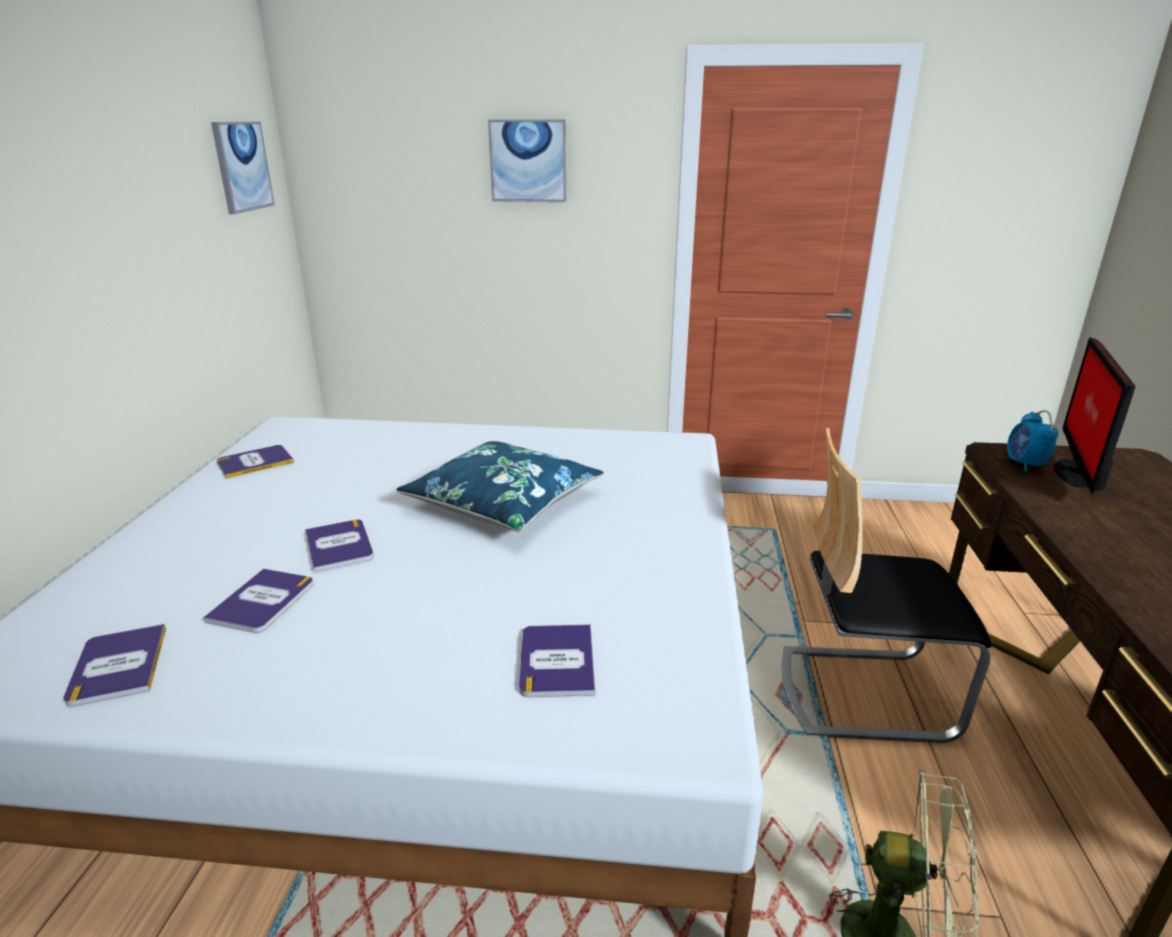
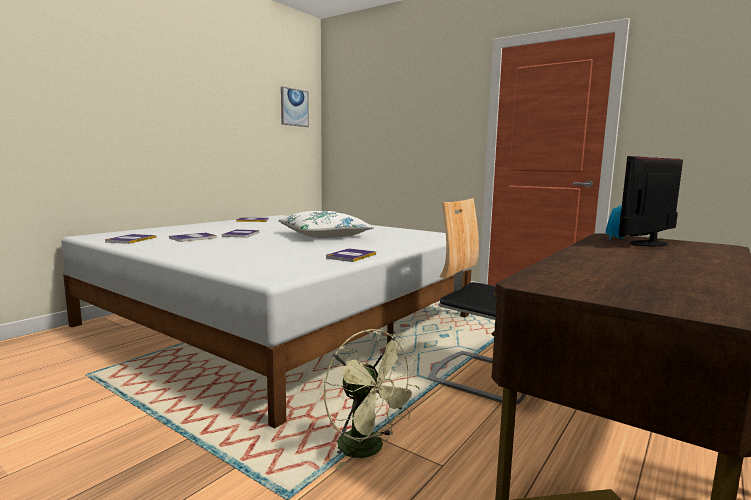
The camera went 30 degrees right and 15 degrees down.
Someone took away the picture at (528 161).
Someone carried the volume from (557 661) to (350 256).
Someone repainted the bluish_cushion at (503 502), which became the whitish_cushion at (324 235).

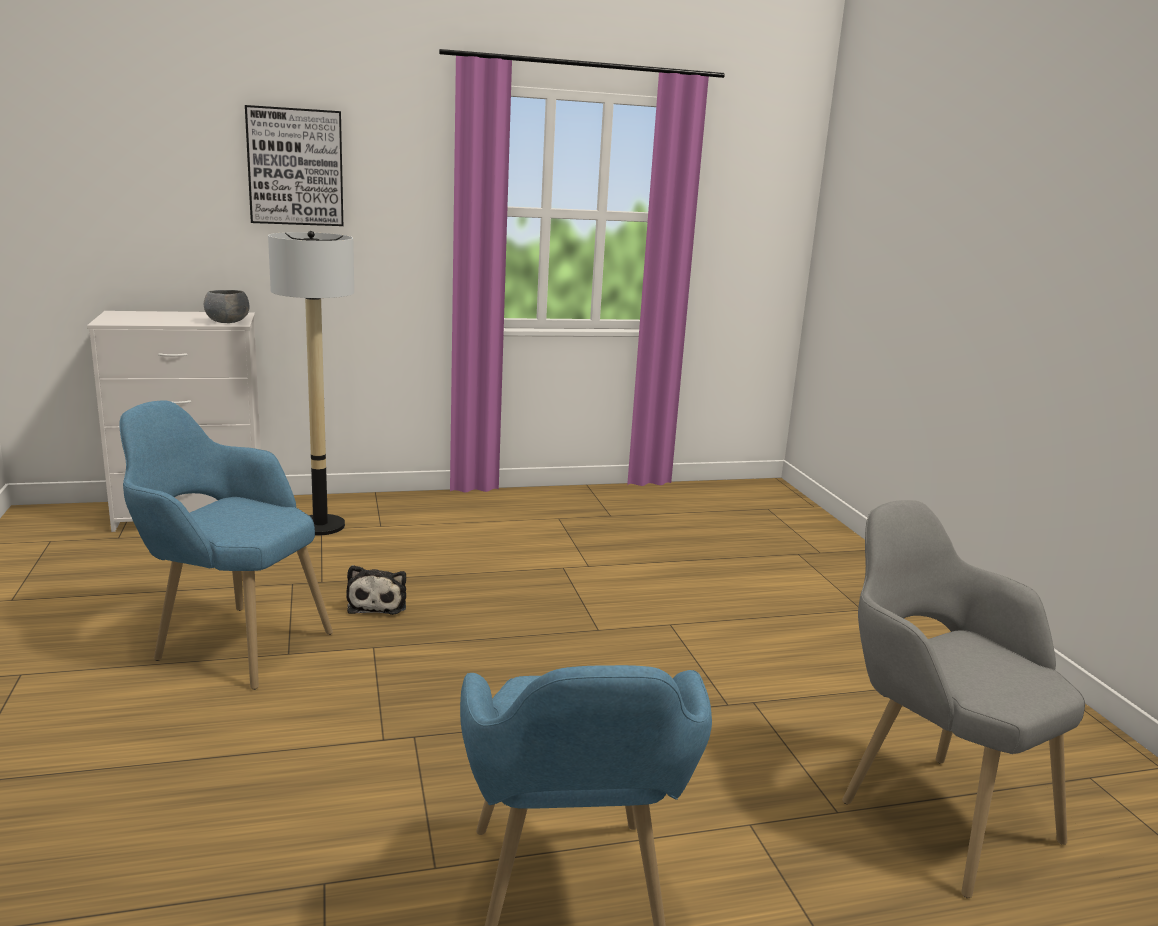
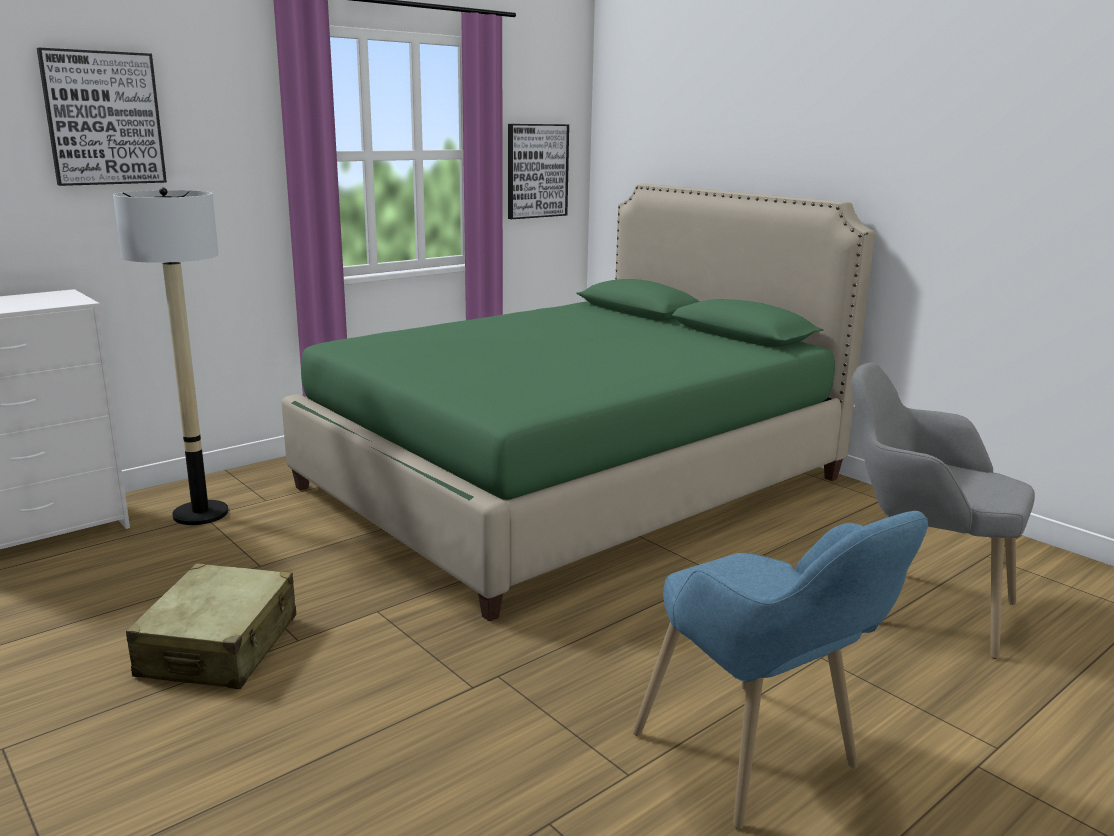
The camera went 25 degrees left and 0 degrees up.
Someone took away the gray_bowl at (228 322).
Someone took away the soft_toy at (378 603).
Someone put down the greenish_sleeping_bed at (573 483).
Someone put up the picture at (536 171).
Someone swapped the bluish_easy_chair at (228 641) for the beige_travel_case at (220 646).

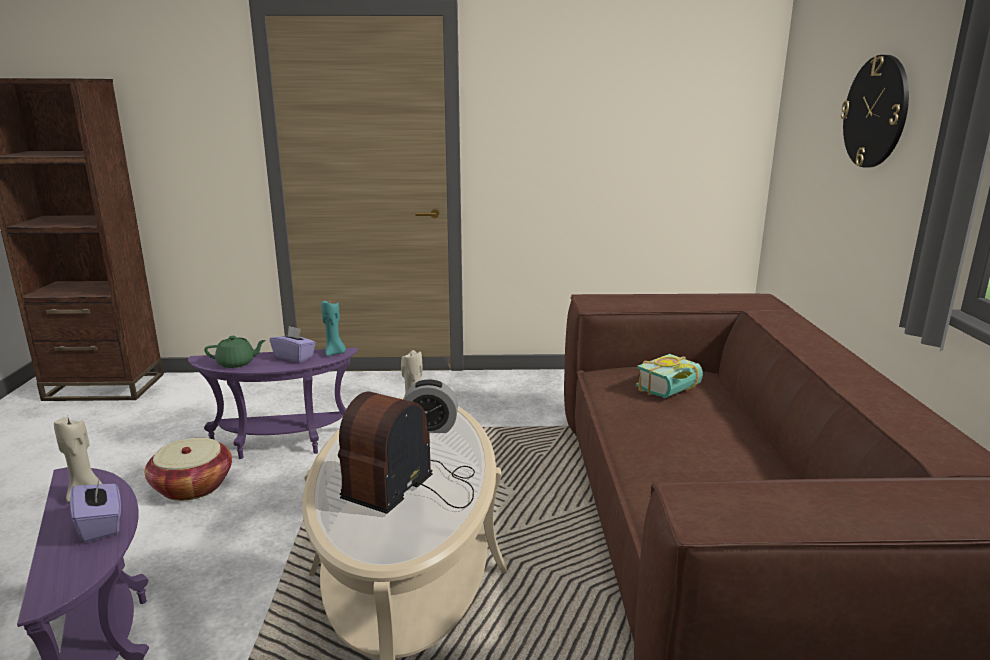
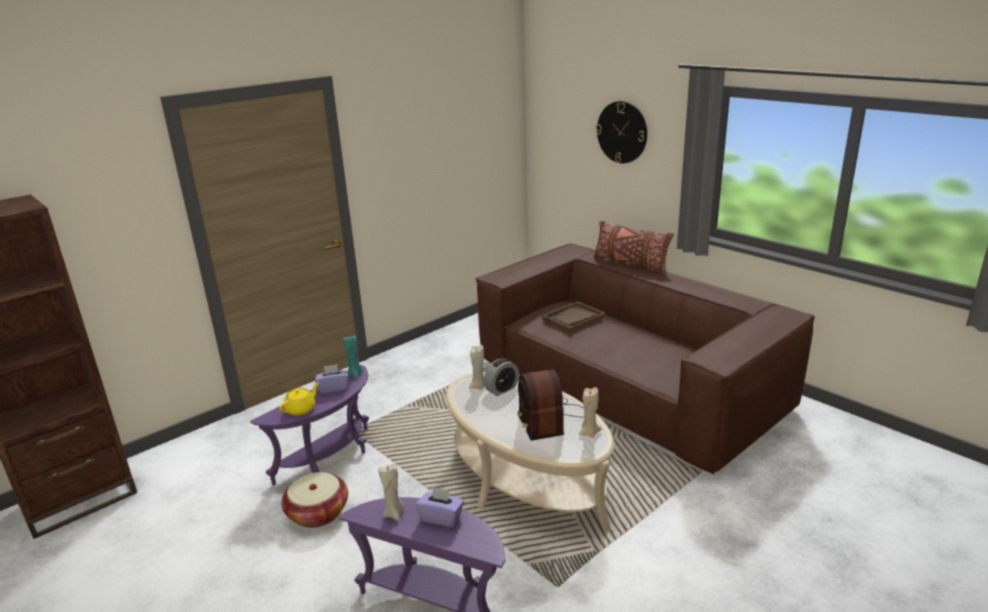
The camera went 40 degrees left and 5 degrees up.
Someone put down the beige_wax_candle at (589 433).
Someone put down the brownish_cushion at (630 263).
Someone swapped the volume at (673 391) for the brownish_serving_tray at (573 318).
Someone repainted the greenish_teapot at (237 363), which became the yellow_teapot at (301 409).

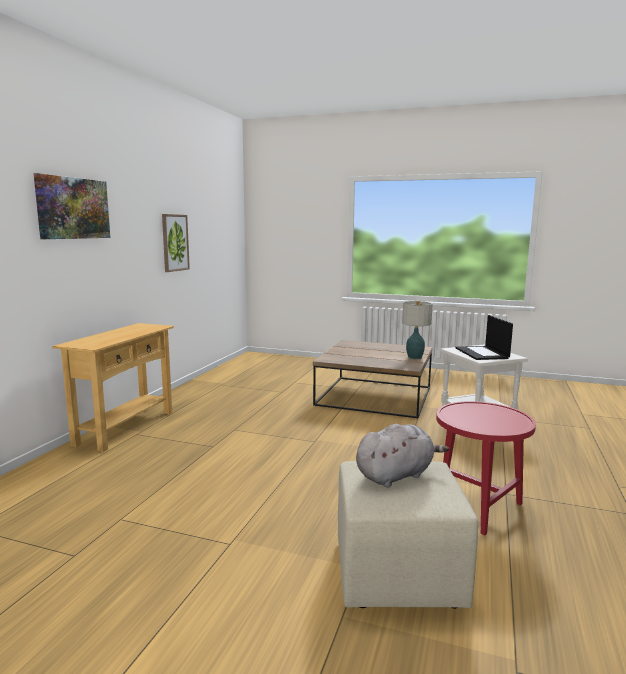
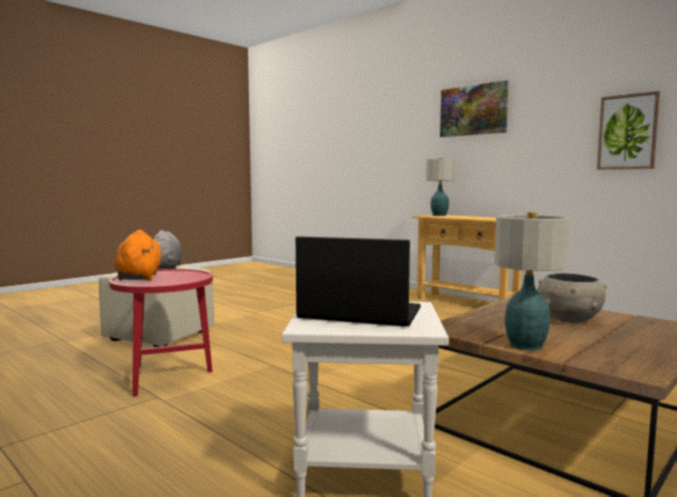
The camera went 115 degrees right and 5 degrees down.
Someone put down the orangey_soft_toy at (139 277).
Someone put down the table_lamp at (439 215).
Someone put down the gray_bowl at (568 319).

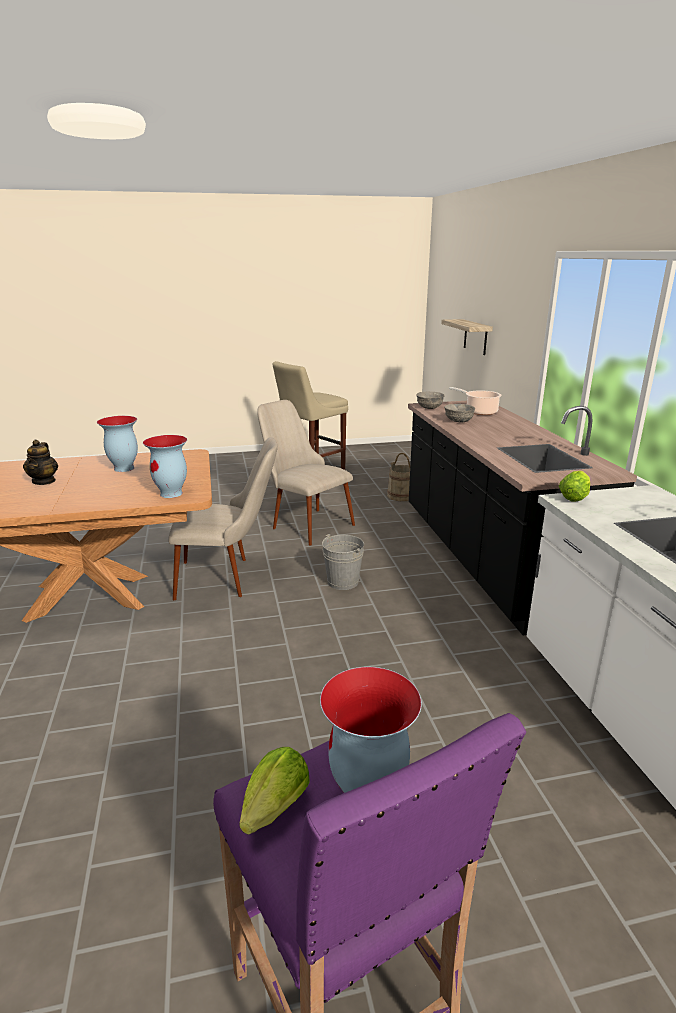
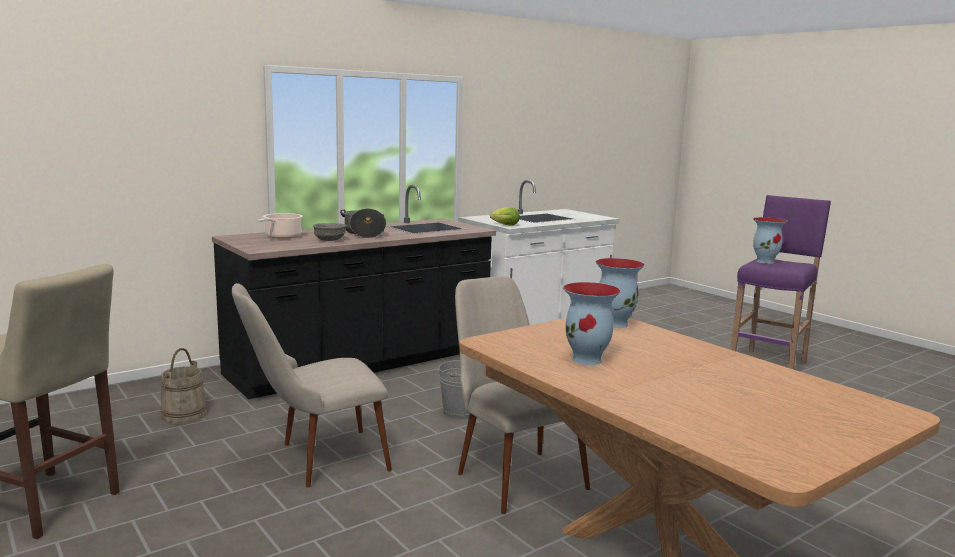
The camera went 115 degrees left and 10 degrees down.
Someone took away the teapot at (44 481).
Someone took away the lettuce at (272 812).
Someone took away the gray_bowl at (430 407).
Someone took away the bracket_shelf at (475 337).
Someone put down the stockpot at (363 233).
Someone rotated the beige_upright_chair at (304 522) by 45 degrees clockwise.

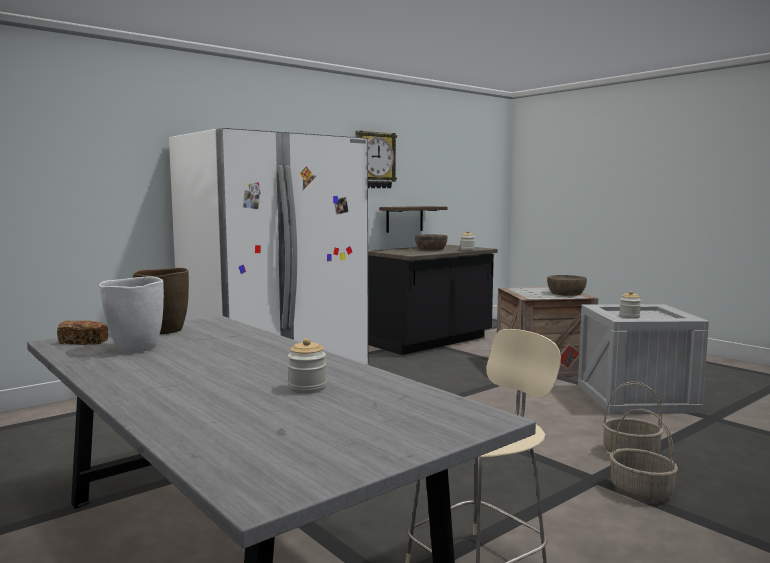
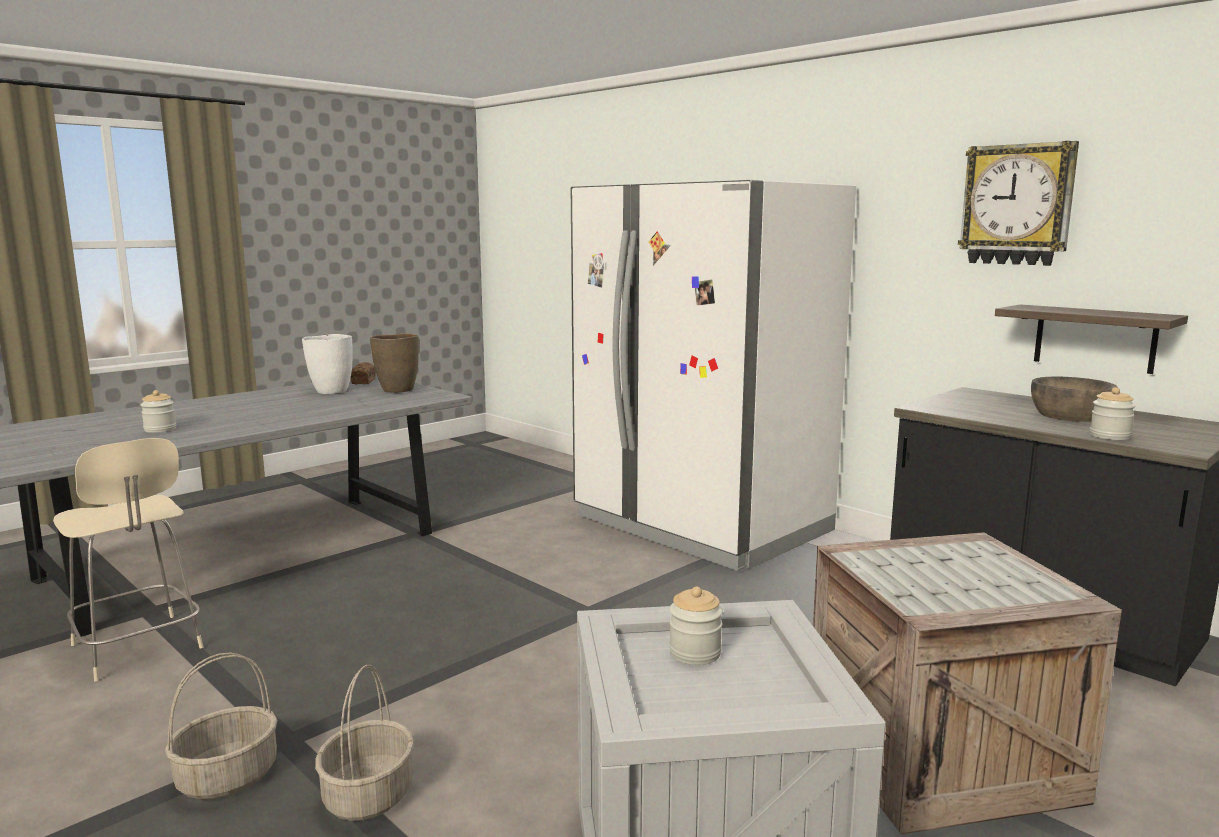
The camera went 85 degrees right and 5 degrees up.
Someone took away the brownish_bowl at (566 293).

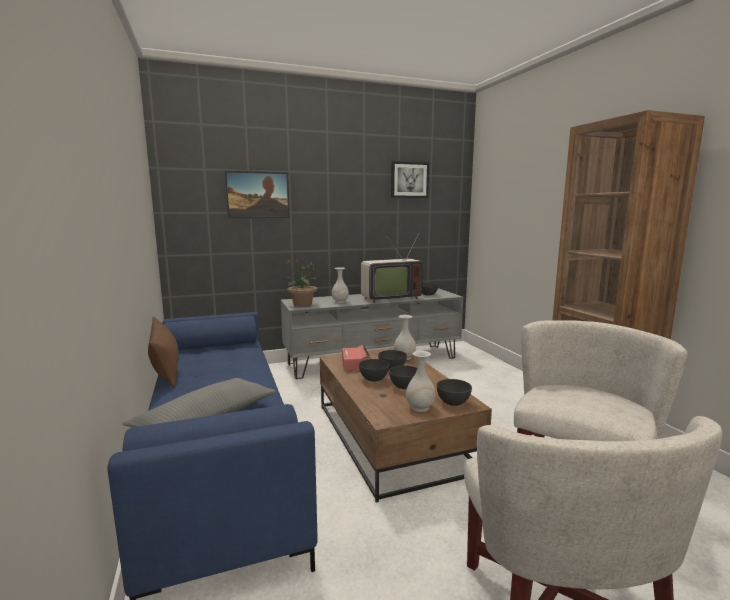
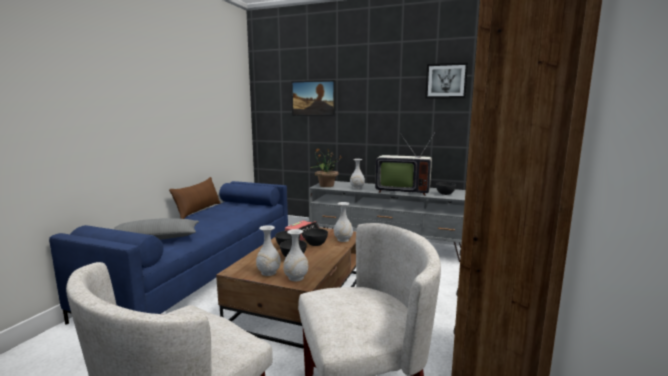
The camera went 40 degrees right and 0 degrees up.
Someone swapped the gray_bowl at (453 403) for the whitish_decorative_vase at (296 278).

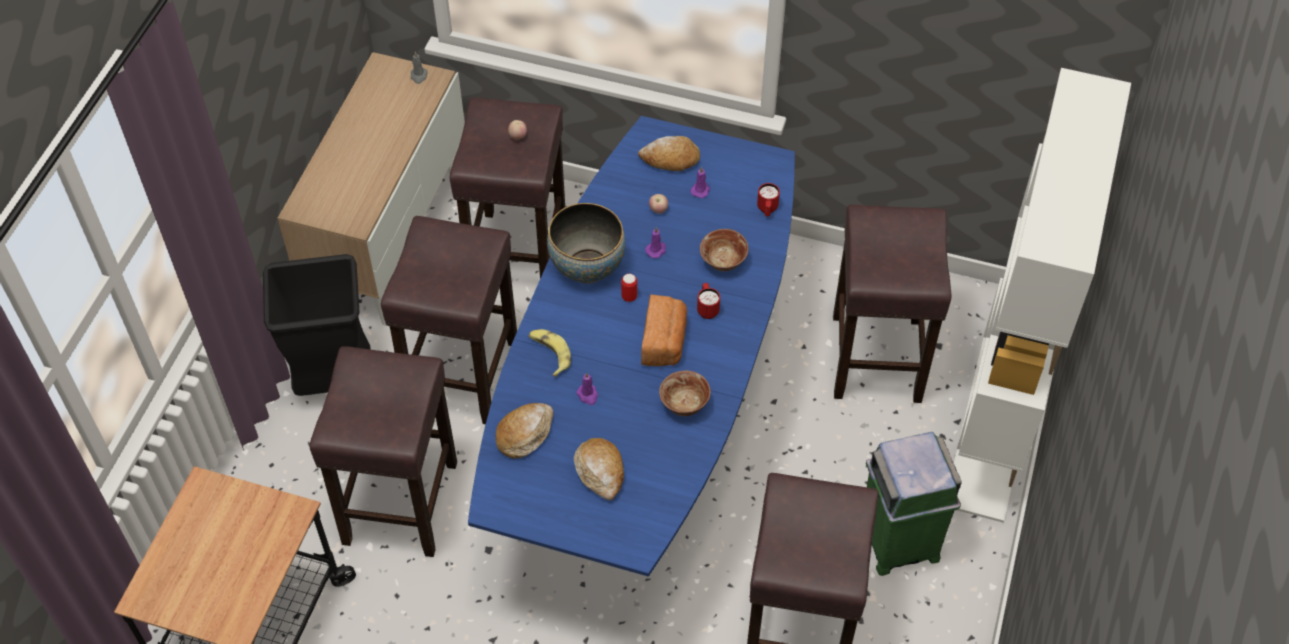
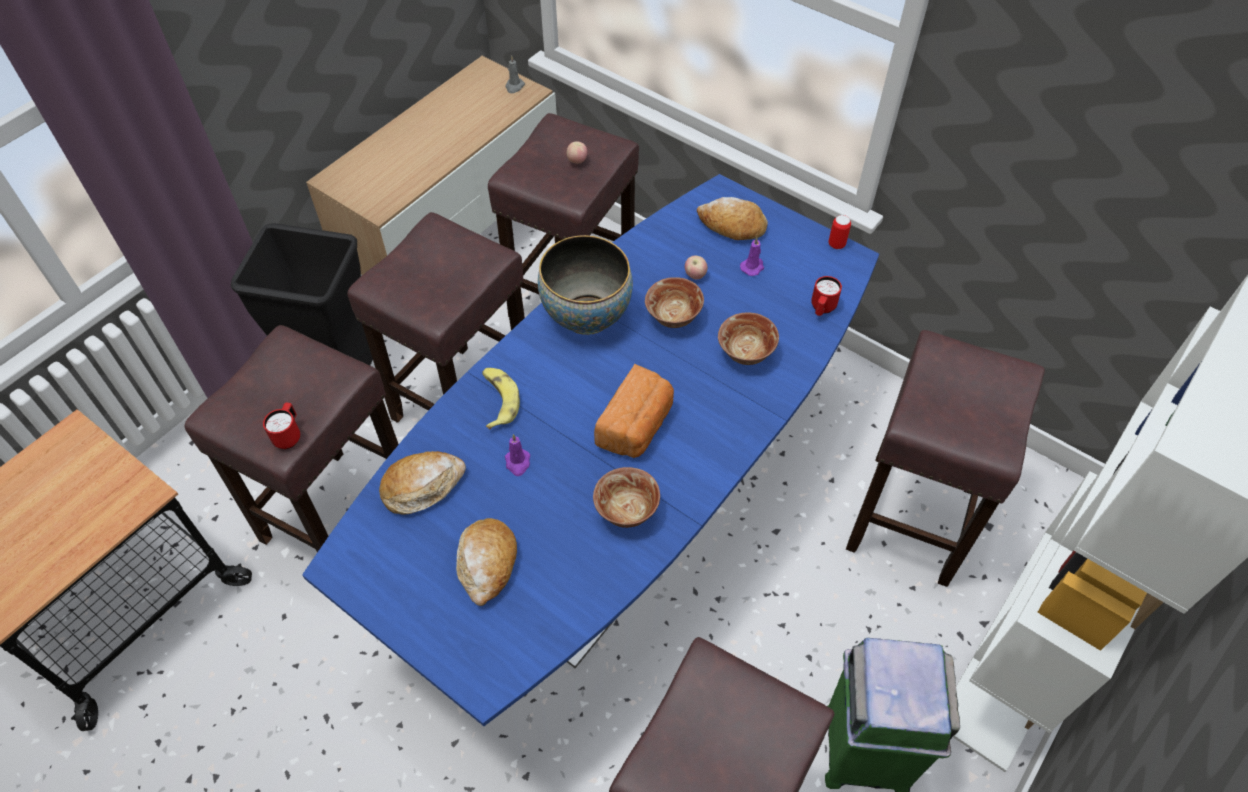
The camera went 20 degrees right and 0 degrees up.
Someone carried the metal_can from (629 297) to (836 244).
Someone carried the red-coloured_tea_mug from (707 309) to (289 435).
Someone swapped the purple-coloured_wax_candle at (656 250) for the bowl at (673 318).

